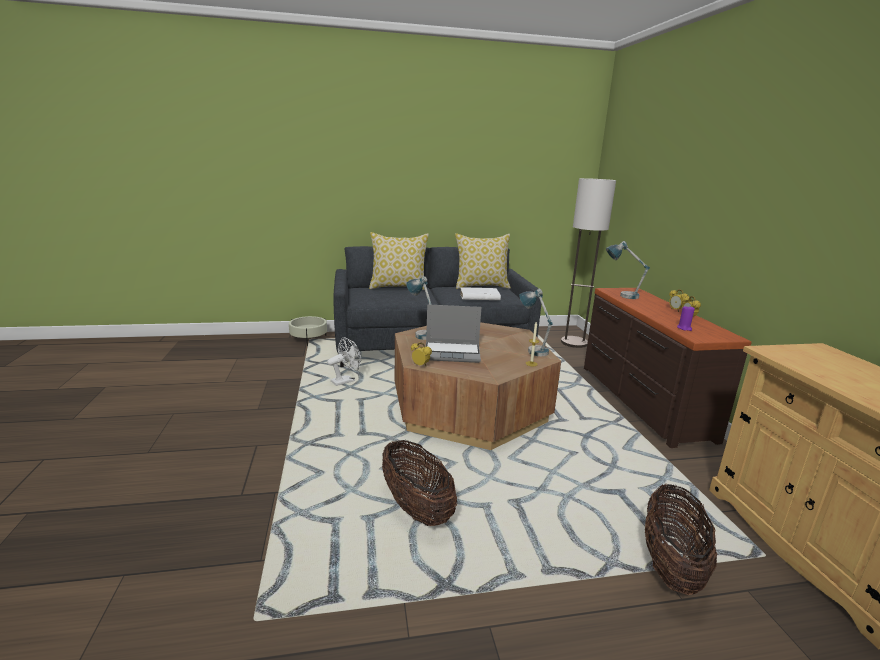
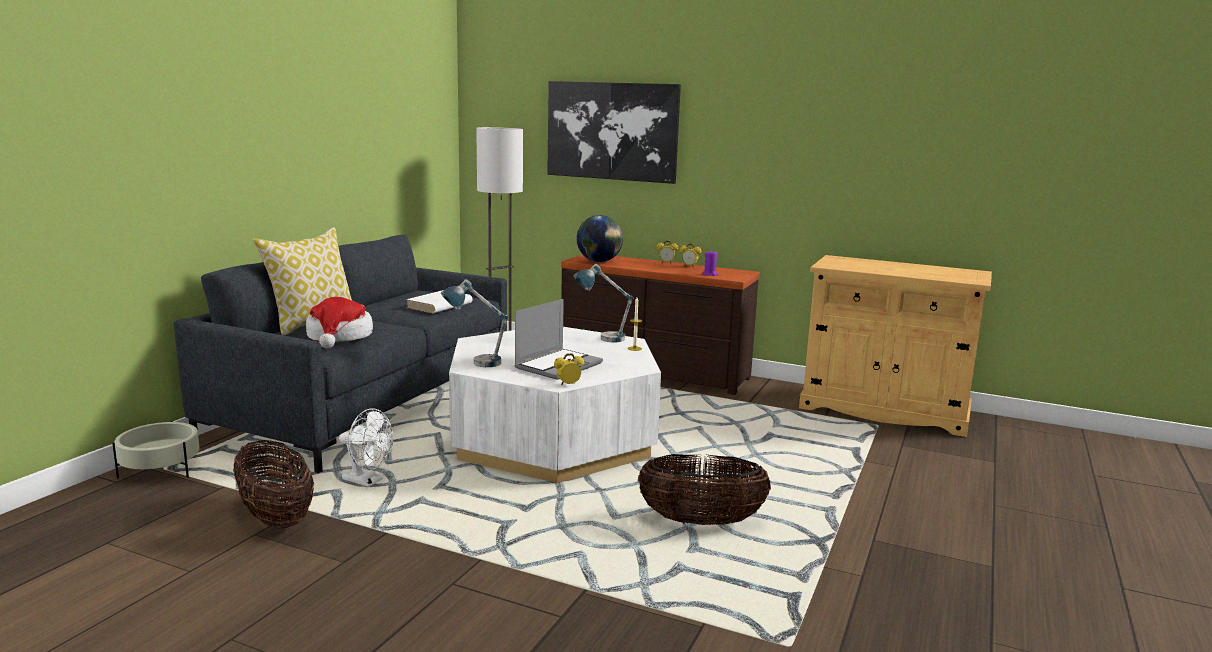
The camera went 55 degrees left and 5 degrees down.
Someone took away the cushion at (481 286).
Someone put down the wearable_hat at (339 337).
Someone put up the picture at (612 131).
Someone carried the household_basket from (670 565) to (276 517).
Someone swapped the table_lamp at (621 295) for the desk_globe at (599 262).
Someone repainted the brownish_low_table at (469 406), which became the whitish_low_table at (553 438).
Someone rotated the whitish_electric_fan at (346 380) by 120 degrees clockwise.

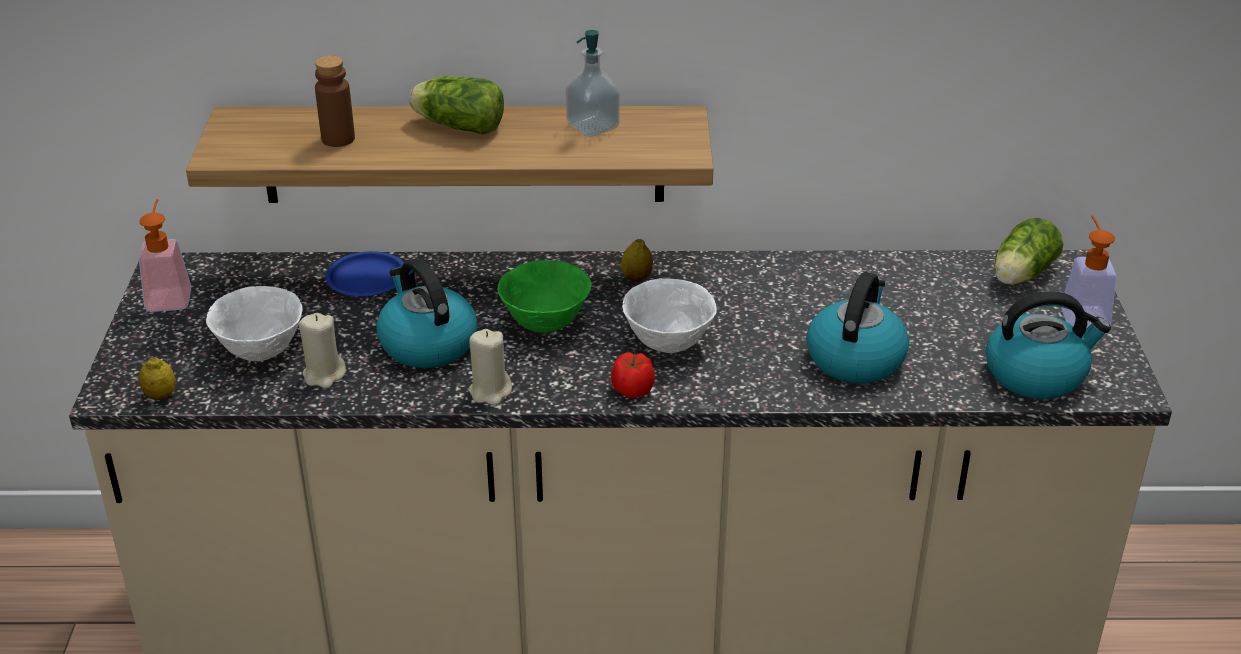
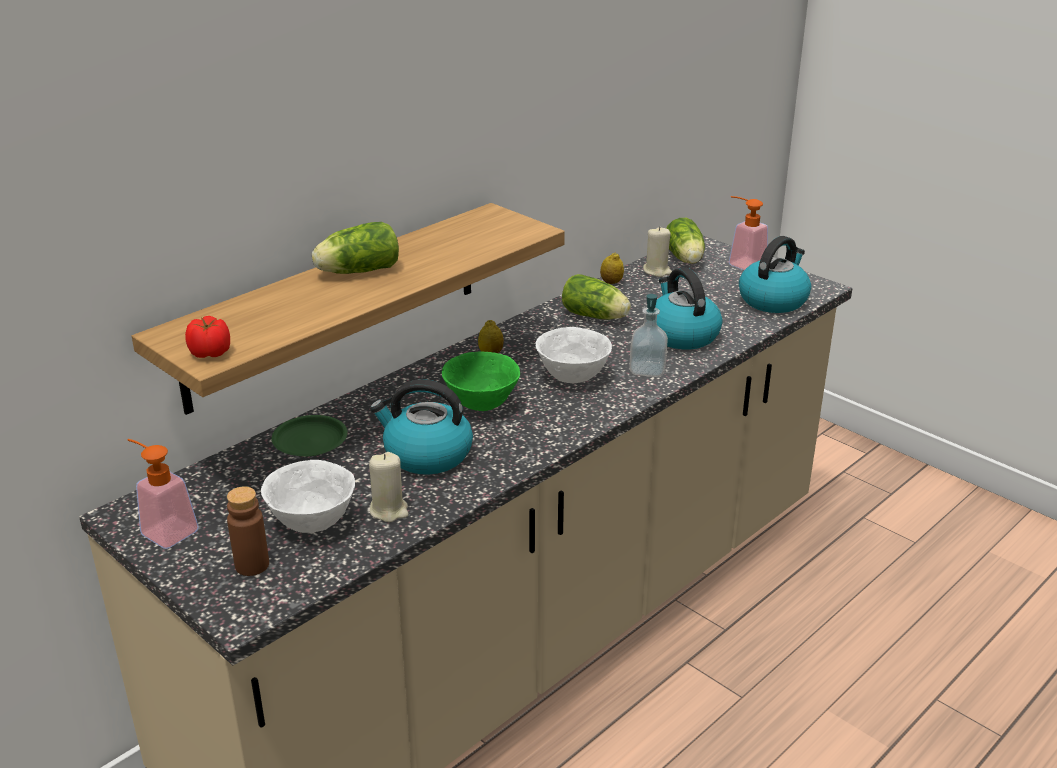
The camera went 45 degrees left and 5 degrees down.
Someone put down the lettuce at (596 316).
Someone carried the lemon from (160 396) to (611 282).
Someone carried the brownish_bottle from (338 139) to (252 565).
Someone carried the beige_wax_candle from (490 391) to (657 271).
Someone carried the liquid_soap_bottle from (592 127) to (647 370).
Someone carried the whole_tomato from (632 390) to (211 353).
Someone repainted the bluish_dinner_plate at (367 279), which became the greenish_dinner_plate at (310 440).

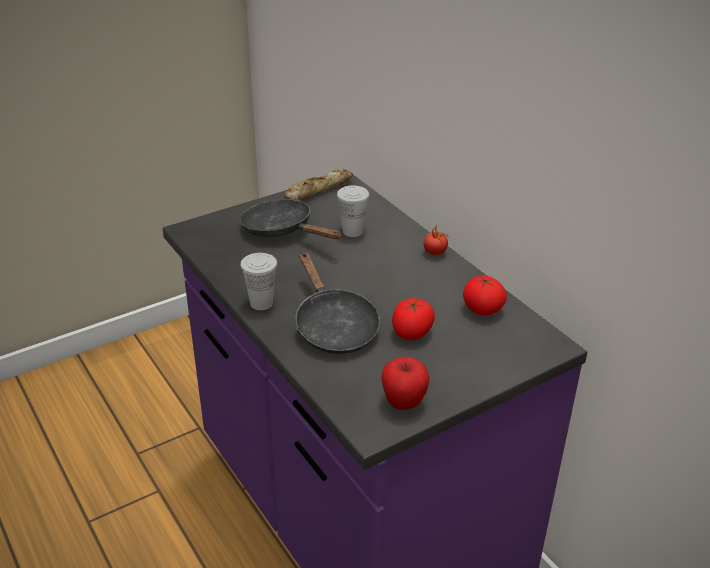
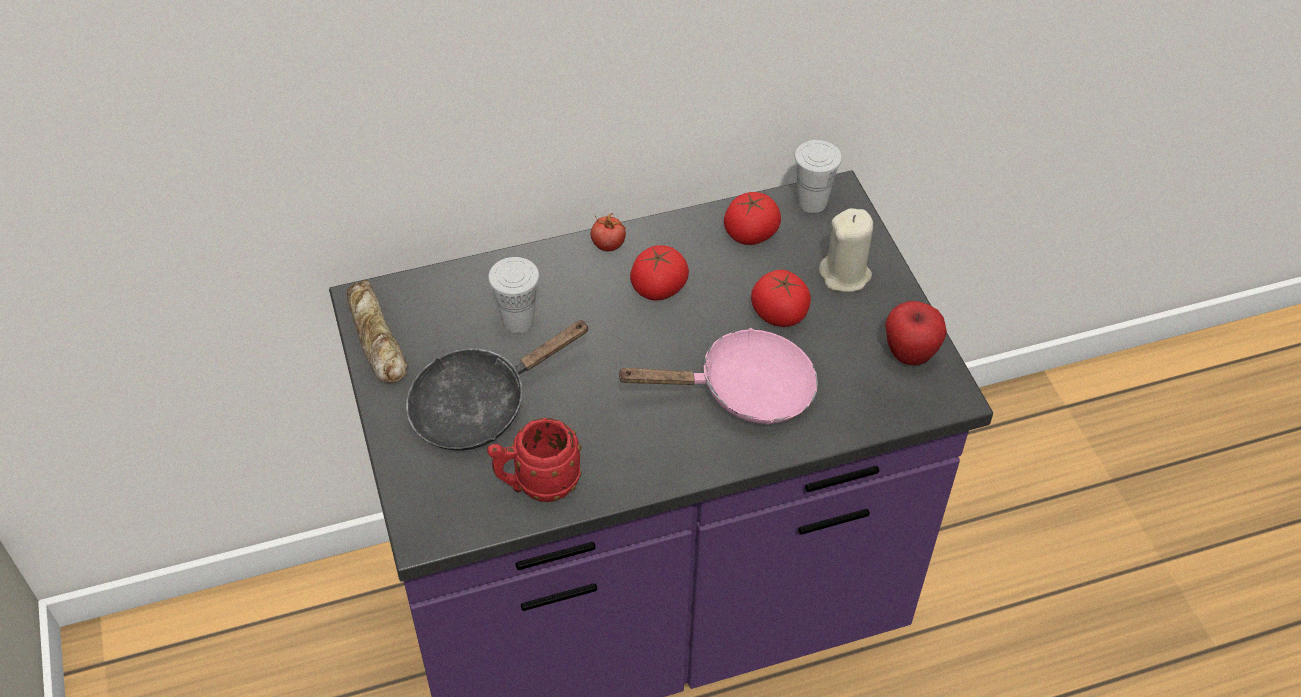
The camera went 75 degrees left and 15 degrees up.
Someone put down the red-coloured_tea_mug at (537 484).
Someone put down the whole_tomato at (658 288).
Someone put down the beige_wax_candle at (845 275).
Someone carried the whitish_drinking_cup from (261 303) to (812 202).
Someone repainted the black_pan at (333 326), which became the pink-coloured_pan at (744 390).

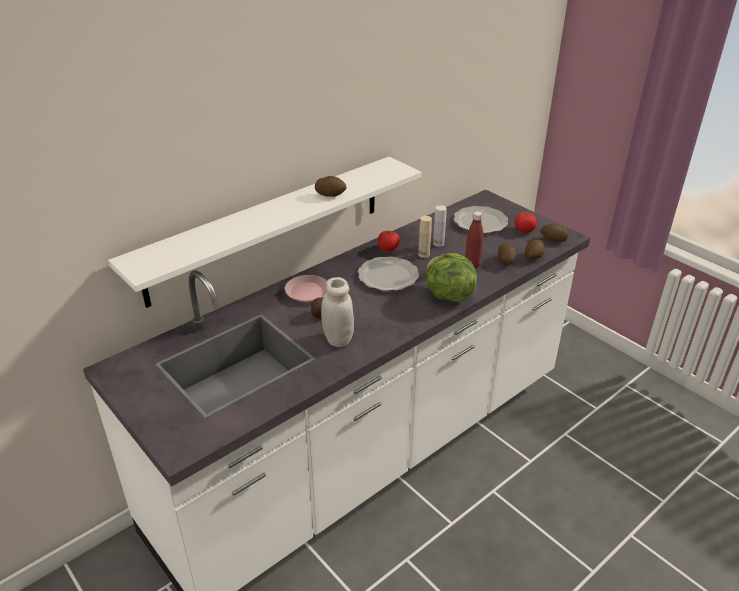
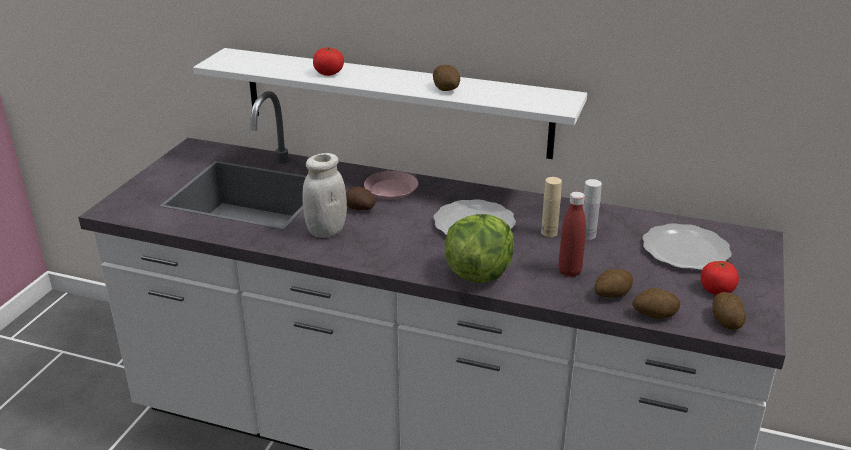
The camera went 60 degrees right and 5 degrees down.
Someone carried the whole_tomato from (388 249) to (329 73).

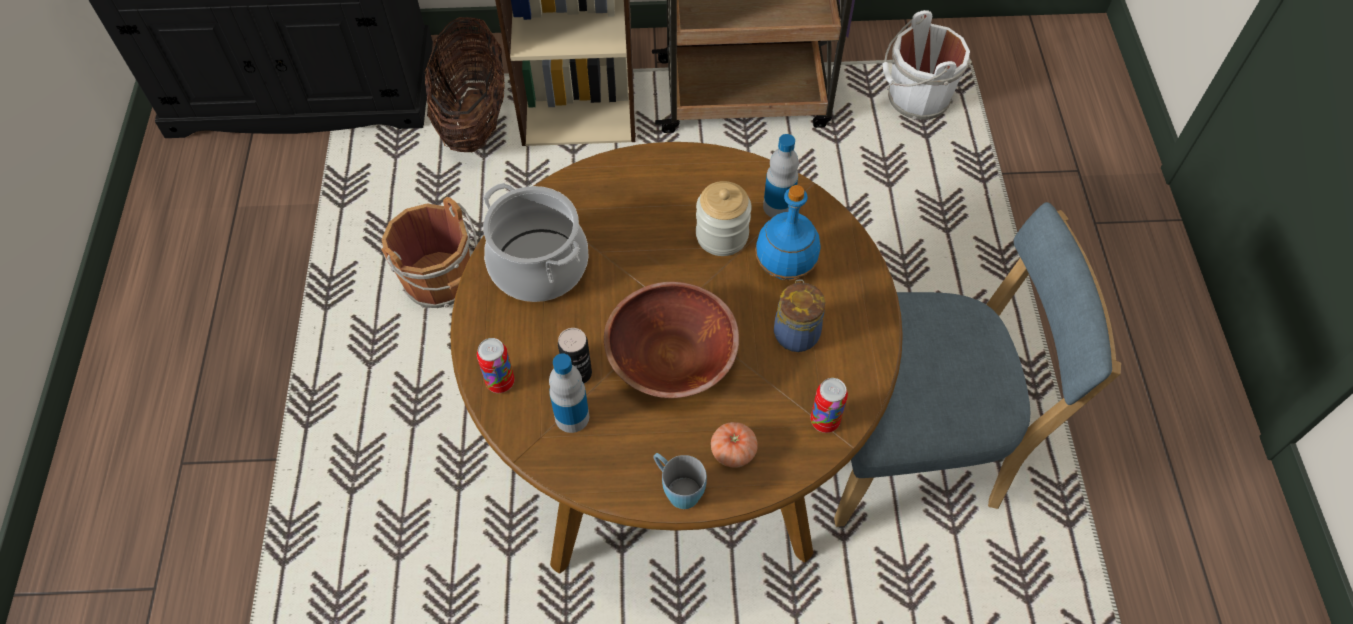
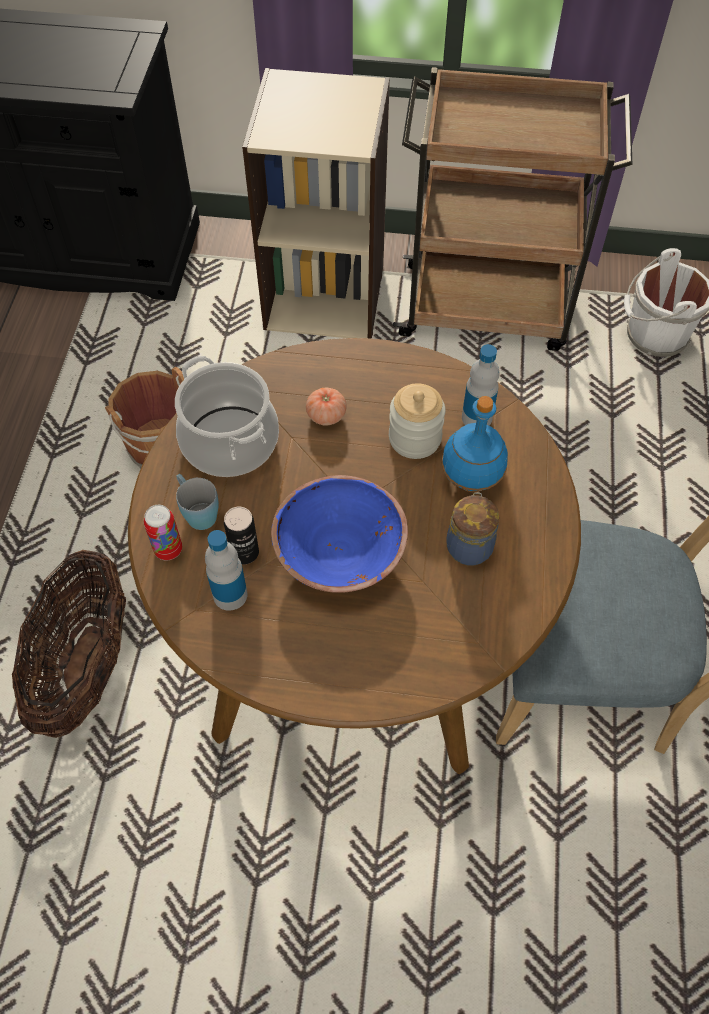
The camera went 10 degrees right and 0 degrees up.
Someone took away the metal_can at (824 421).
Someone carried the household_basket from (473 117) to (85 665).
Someone carried the bluish_tea_mug from (677 488) to (197 512).
Someone carried the whole_tomato from (733 451) to (326 415).
Someone repainted the brownish_bowl at (671 358), which became the bluish_bowl at (339 552).

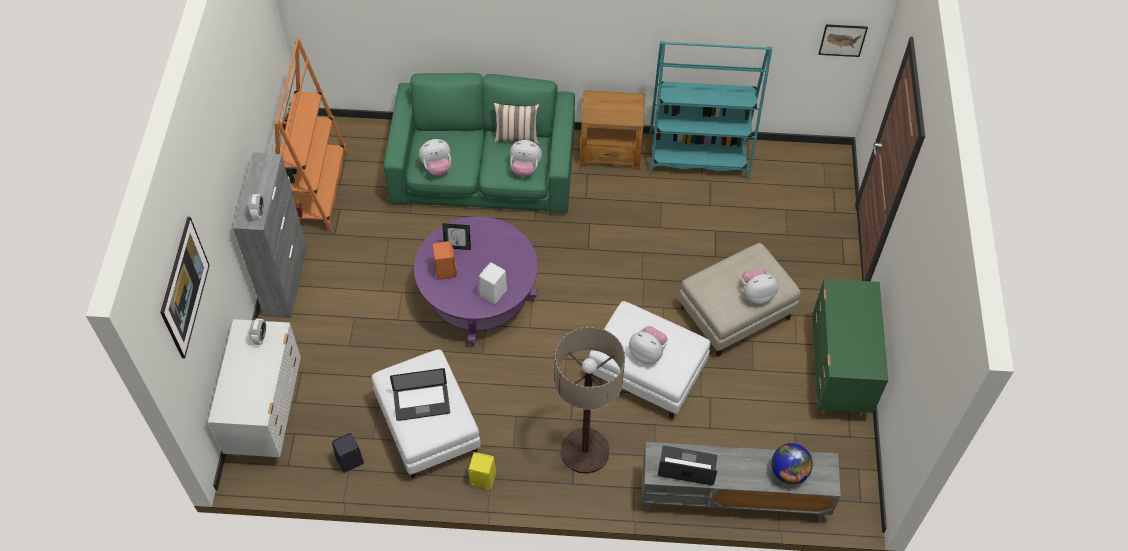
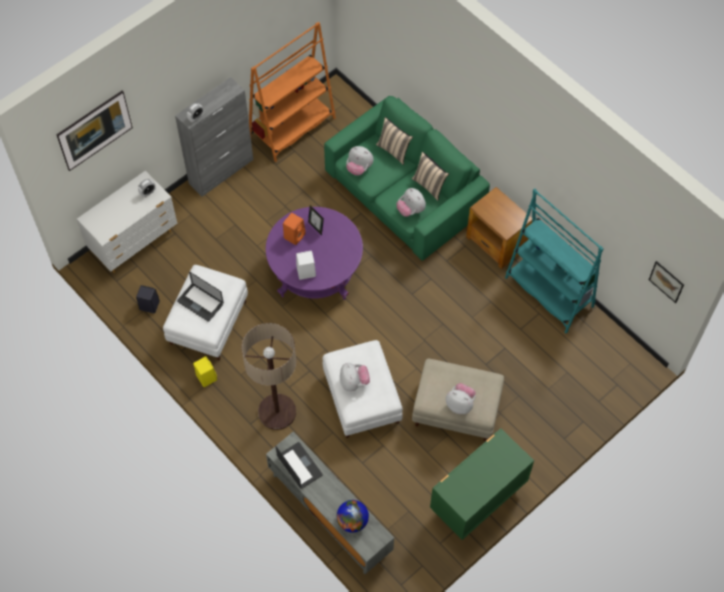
The camera went 45 degrees right and 5 degrees up.
Someone put down the beige_cushion at (394 150).

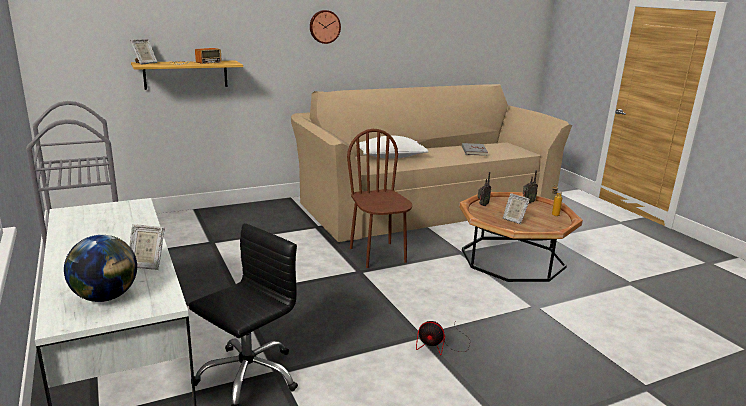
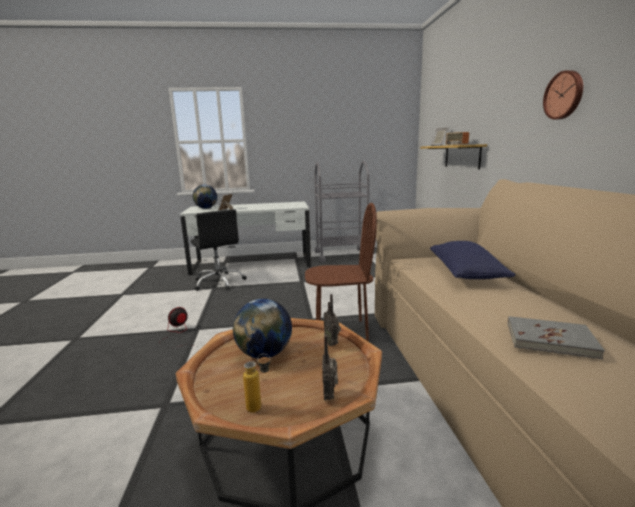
The camera went 110 degrees right and 5 degrees down.
Someone swapped the photo_frame at (513 220) for the desk_globe at (264 354).
Someone repainted the whitish_cushion at (391 157), which became the bluish_cushion at (465 273).

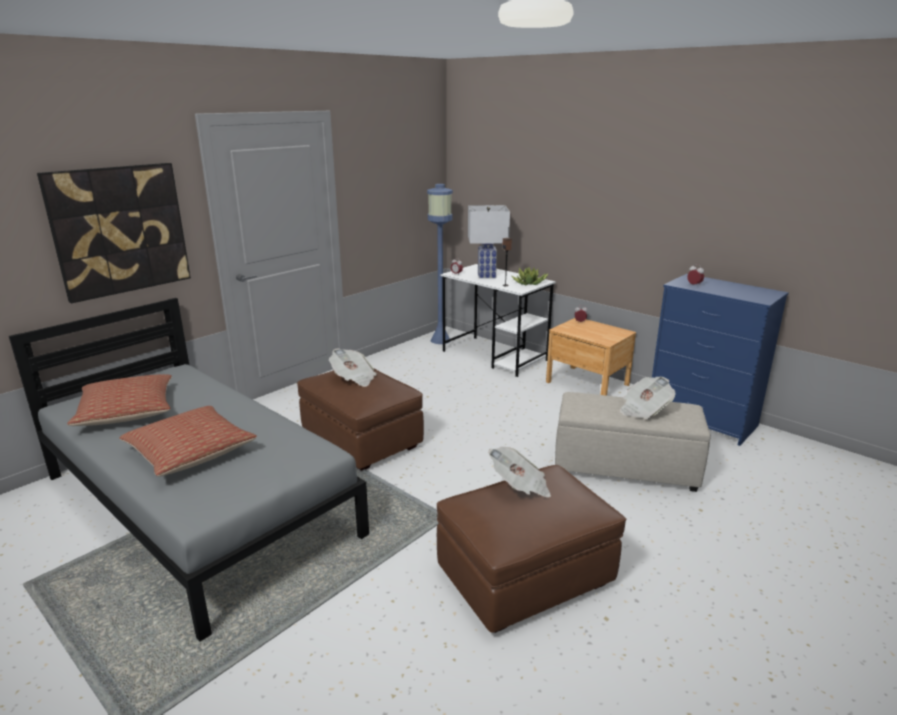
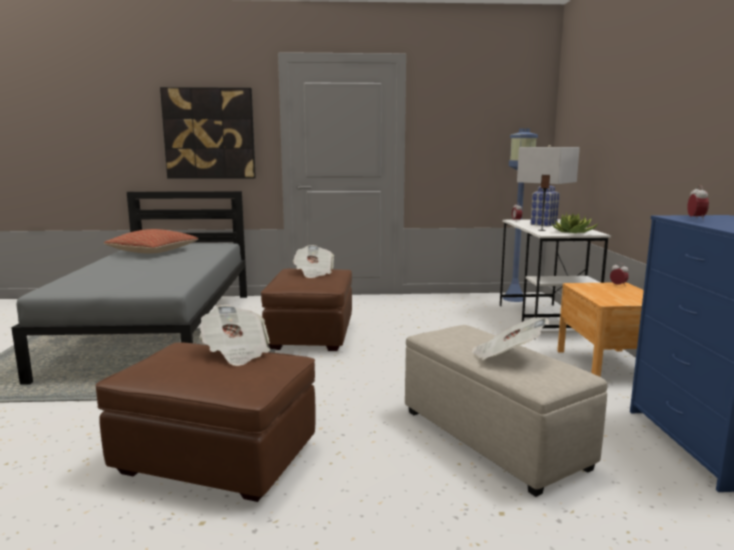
The camera went 45 degrees right and 10 degrees down.
Someone took away the cushion at (190 452).

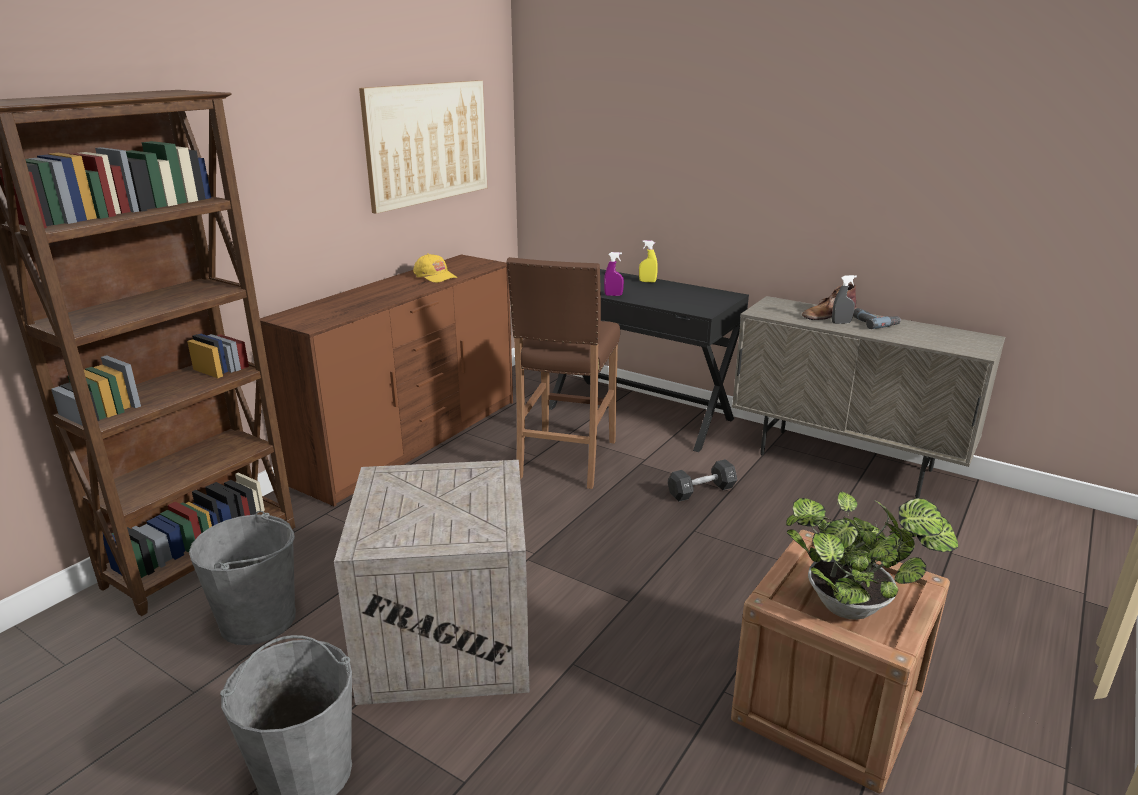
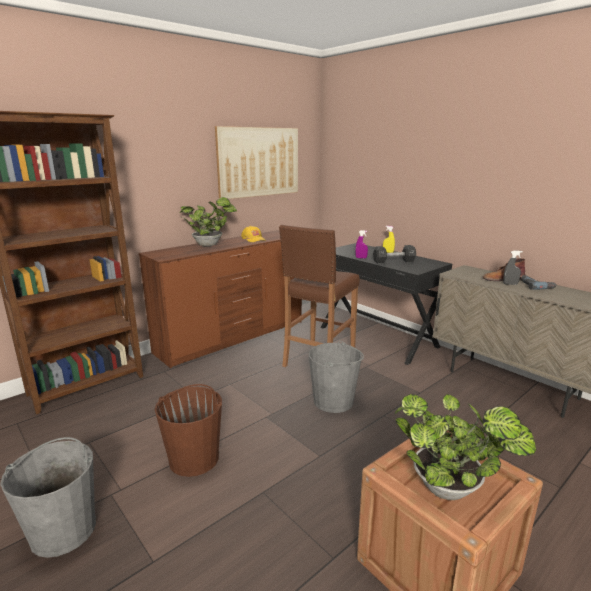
The camera went 15 degrees right and 5 degrees down.
Someone put down the potted_plant at (210 245).
Someone carried the gray_bucket from (259 620) to (333 401).
Someone carried the black_dumbbell from (701 491) to (394 261).
Someone swapped the shipping_crate at (449 637) for the brownish_bucket at (194 458).

